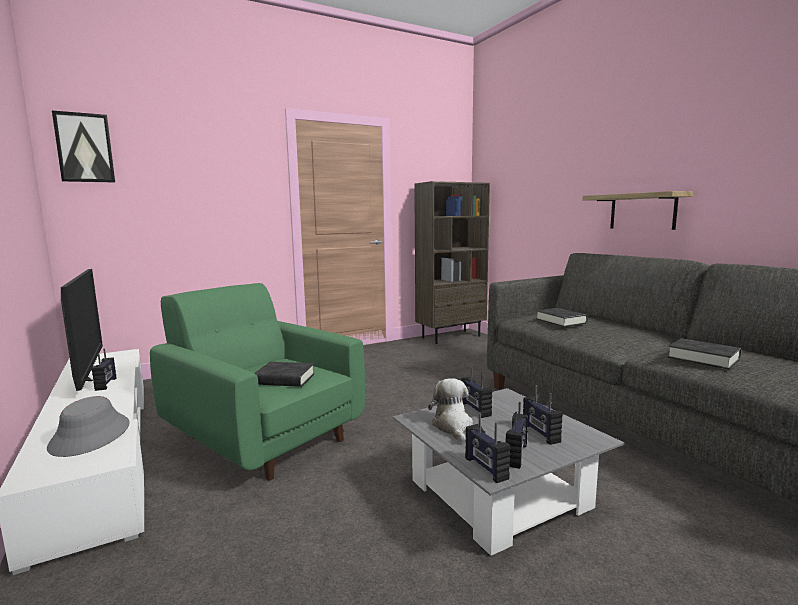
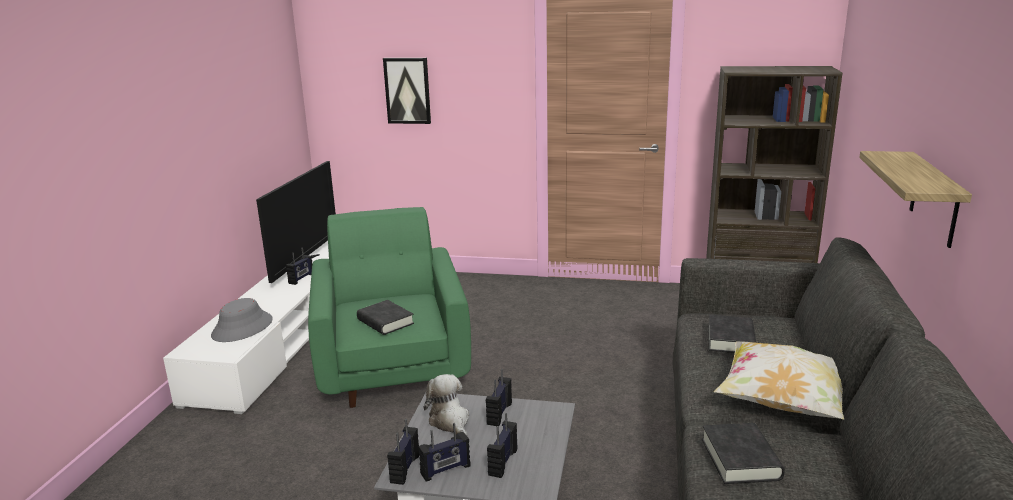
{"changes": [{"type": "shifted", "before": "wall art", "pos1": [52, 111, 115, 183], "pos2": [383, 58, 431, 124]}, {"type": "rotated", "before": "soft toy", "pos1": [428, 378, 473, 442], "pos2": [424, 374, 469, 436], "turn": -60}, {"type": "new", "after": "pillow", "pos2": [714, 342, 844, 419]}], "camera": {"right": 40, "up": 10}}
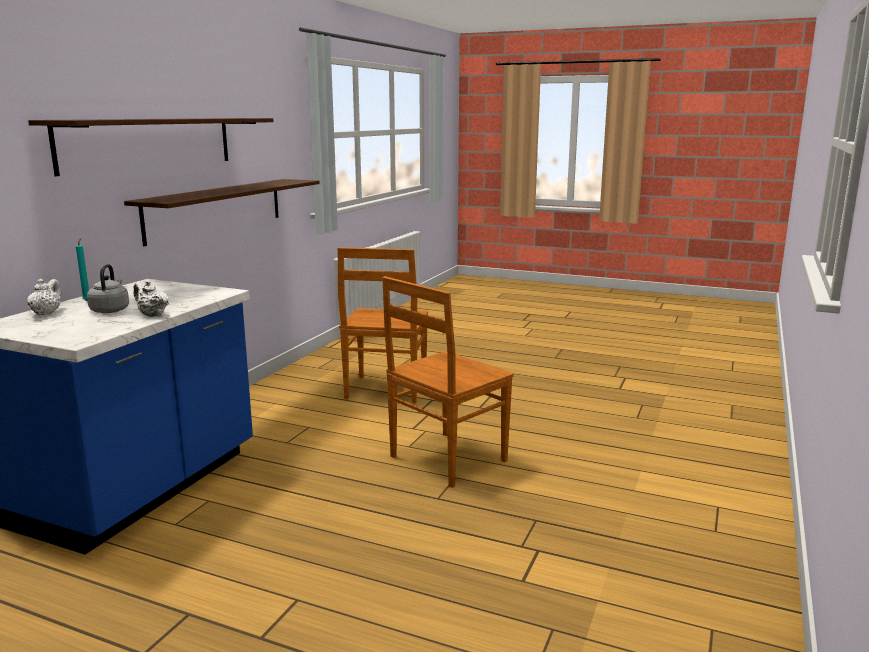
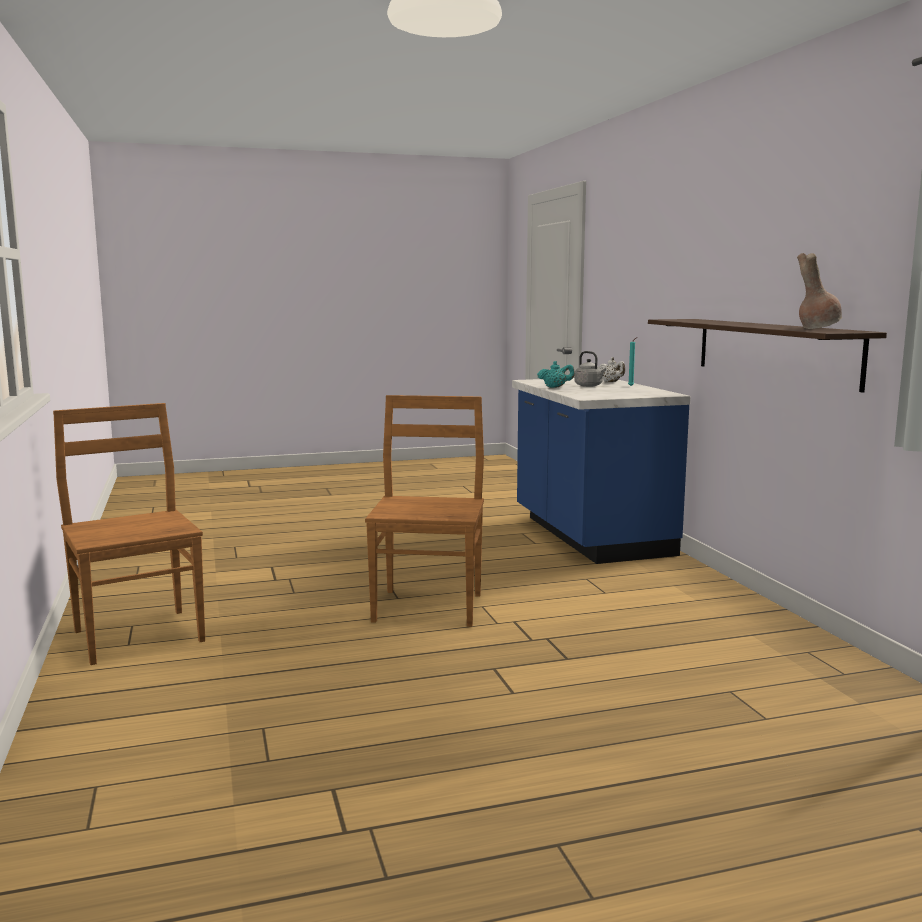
{"changes": [{"type": "shifted", "before": "upright chair (brown-coloured)", "pos1": [337, 247, 428, 403], "pos2": [53, 403, 205, 665]}, {"type": "repainted", "before": "teapot (white)", "after": "teapot (turquoise)", "pos1": [134, 280, 169, 317], "pos2": [537, 361, 575, 388]}, {"type": "new", "after": "decorative vase (brown-coloured)", "pos2": [797, 253, 842, 329]}, {"type": "gone", "before": "wall shelf", "pos1": [28, 118, 273, 176]}], "camera": {"right": 140, "up": -5}}
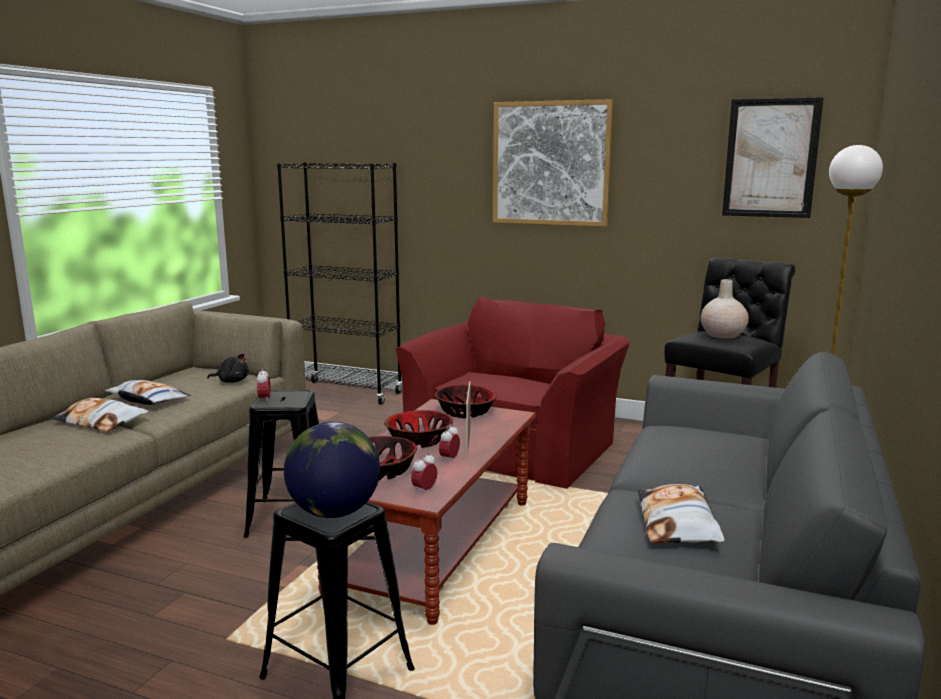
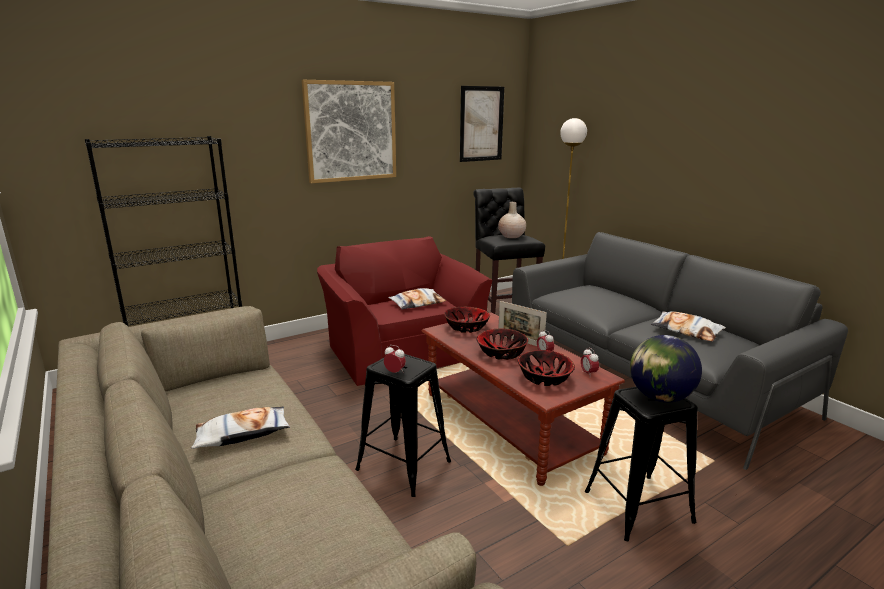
{"changes": [{"type": "shifted", "before": "pillow", "pos1": [50, 398, 148, 431], "pos2": [388, 288, 446, 310]}, {"type": "gone", "before": "soft toy (black)", "pos1": [207, 354, 249, 383]}], "camera": {"right": -55, "up": 5}}
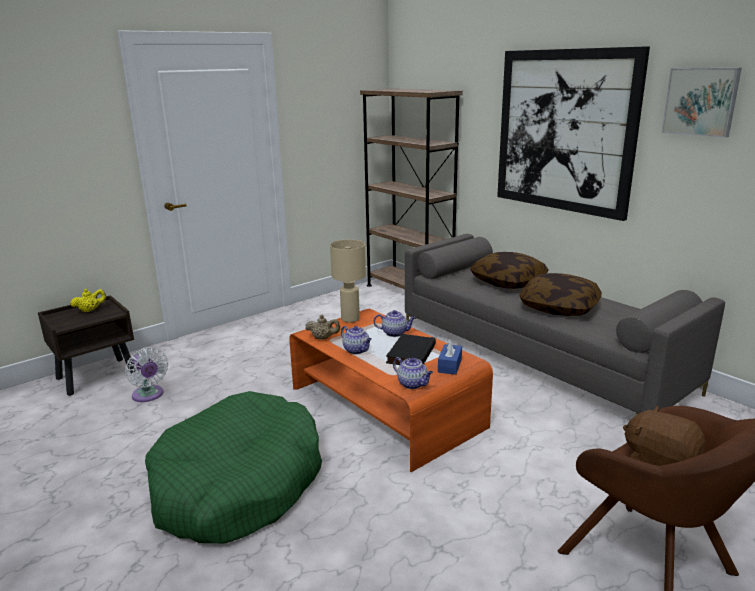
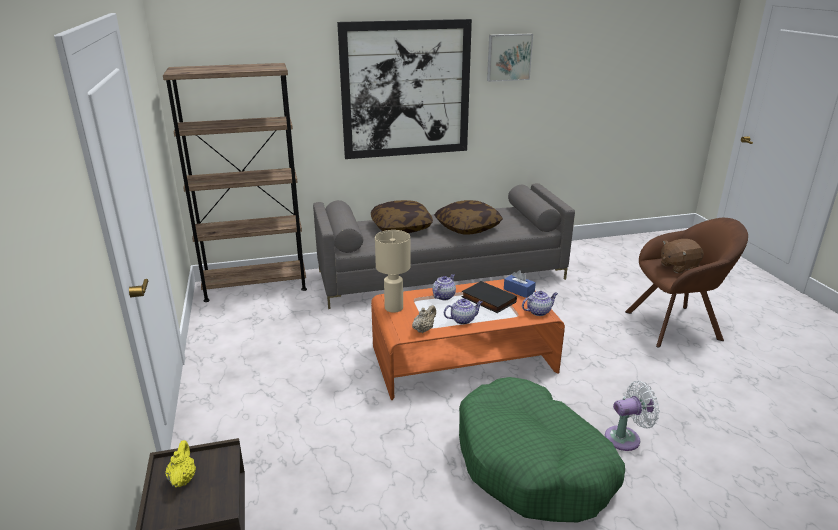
{"changes": [{"type": "shifted", "before": "cooling fan (white)", "pos1": [125, 347, 168, 402], "pos2": [605, 381, 660, 451]}], "camera": {"right": -65, "up": 5}}
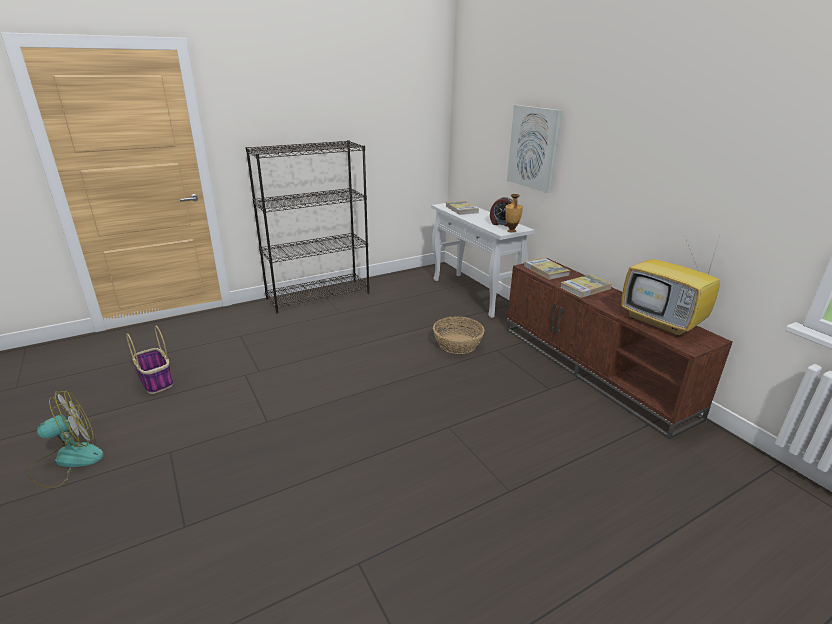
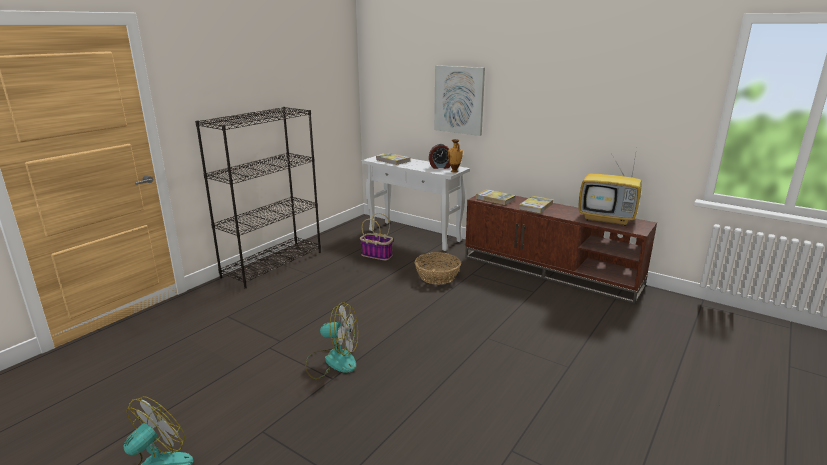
{"changes": [{"type": "new", "after": "cooling fan", "pos2": [305, 302, 358, 379]}, {"type": "shifted", "before": "basket", "pos1": [126, 326, 173, 394], "pos2": [360, 213, 393, 260]}], "camera": {"right": -25, "up": -5}}
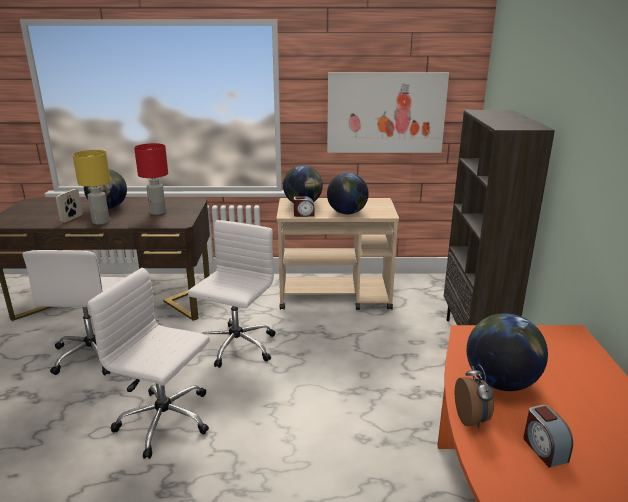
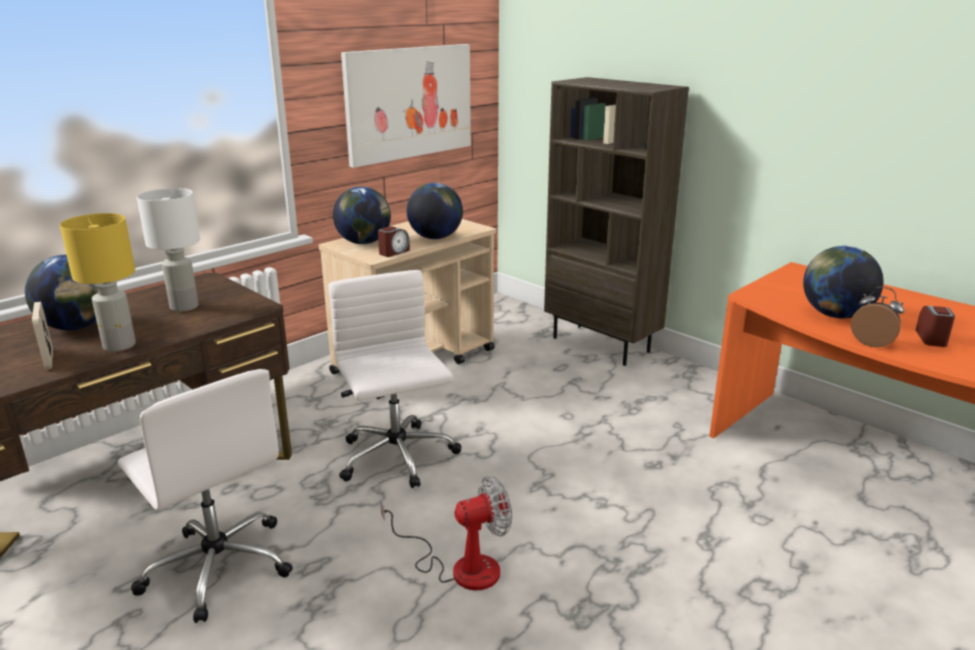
{"changes": [{"type": "repainted", "before": "tabletop lamp (reddish)", "after": "tabletop lamp (white)", "pos1": [134, 143, 168, 215], "pos2": [137, 188, 200, 312]}, {"type": "swapped", "before": "desk chair (white)", "after": "cooling fan", "pos1": [88, 268, 210, 459], "pos2": [380, 476, 512, 590]}, {"type": "rotated", "before": "table clock", "pos1": [523, 405, 573, 468], "pos2": [916, 306, 955, 347], "turn": -105}], "camera": {"right": -45, "up": 0}}
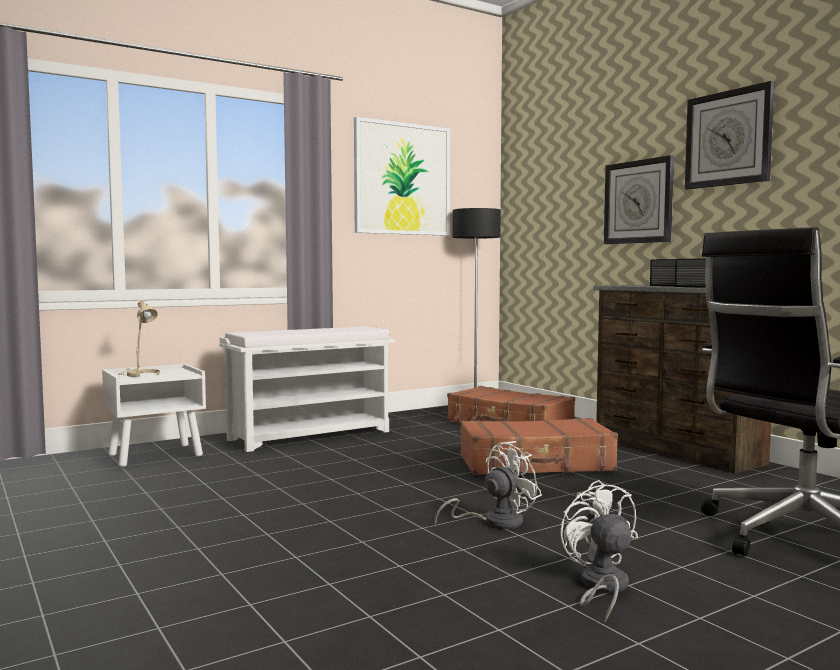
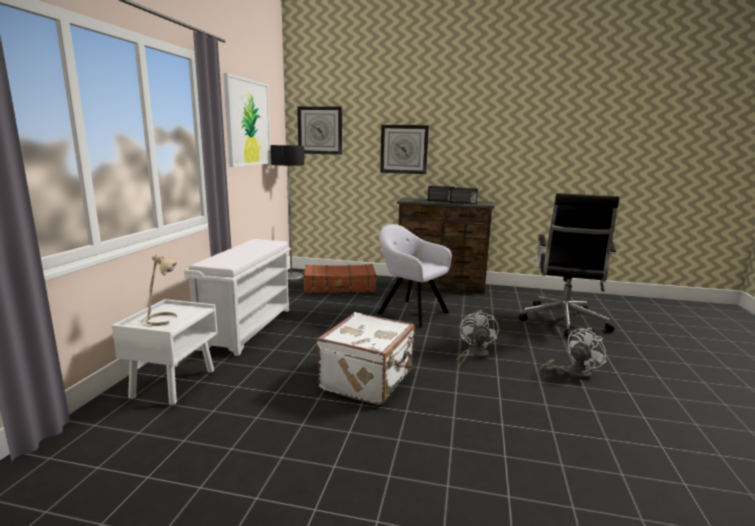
{"changes": [{"type": "shifted", "before": "clock on the wall", "pos1": [685, 81, 774, 189], "pos2": [297, 106, 342, 155]}, {"type": "new", "after": "suitcase (white)", "pos2": [317, 312, 415, 405]}, {"type": "swapped", "before": "suitcase (brown-coloured)", "after": "easy chair (grey)", "pos1": [460, 418, 618, 475], "pos2": [377, 224, 452, 327]}, {"type": "rotated", "before": "cooling fan (white)", "pos1": [560, 480, 638, 622], "pos2": [538, 328, 606, 379], "turn": 120}], "camera": {"right": -45, "up": 10}}
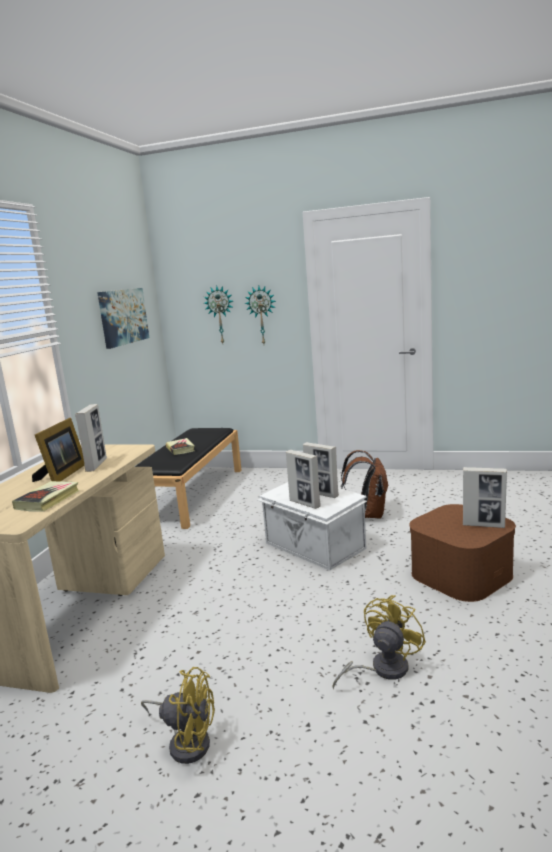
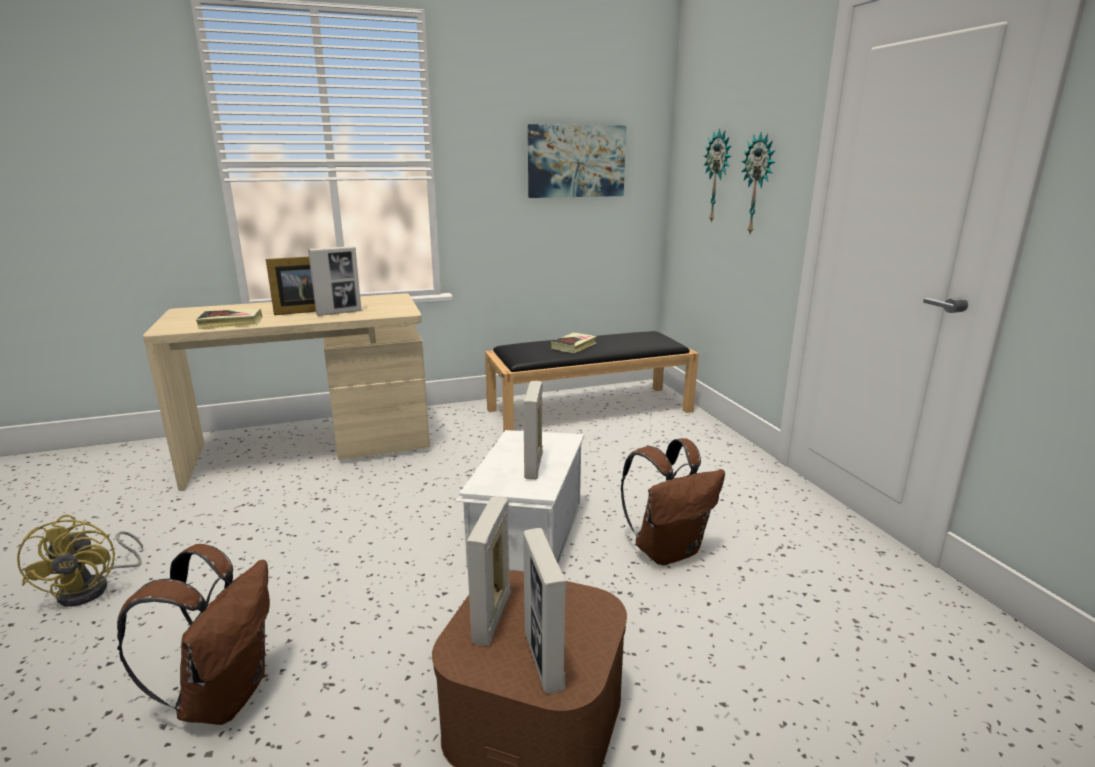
{"changes": [{"type": "swapped", "before": "cooling fan (yellow)", "after": "backpack (brown-coloured)", "pos1": [332, 595, 426, 689], "pos2": [117, 544, 270, 725]}, {"type": "shifted", "before": "photo frame", "pos1": [286, 450, 321, 509], "pos2": [466, 496, 511, 646]}], "camera": {"right": 55, "up": 5}}
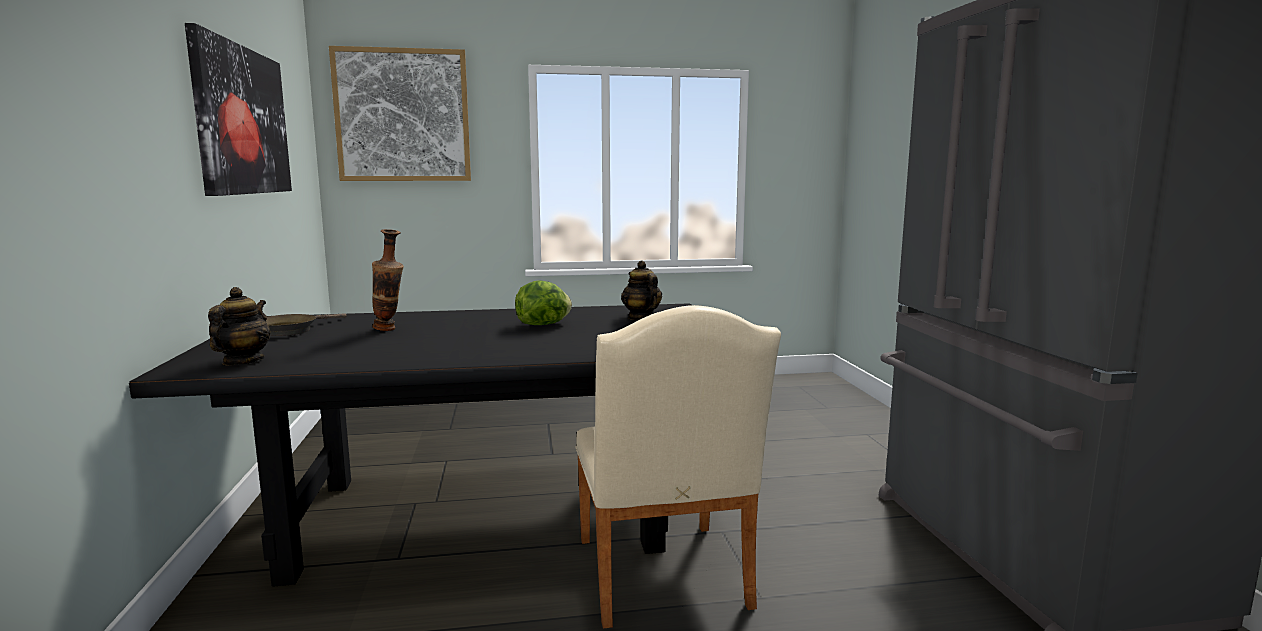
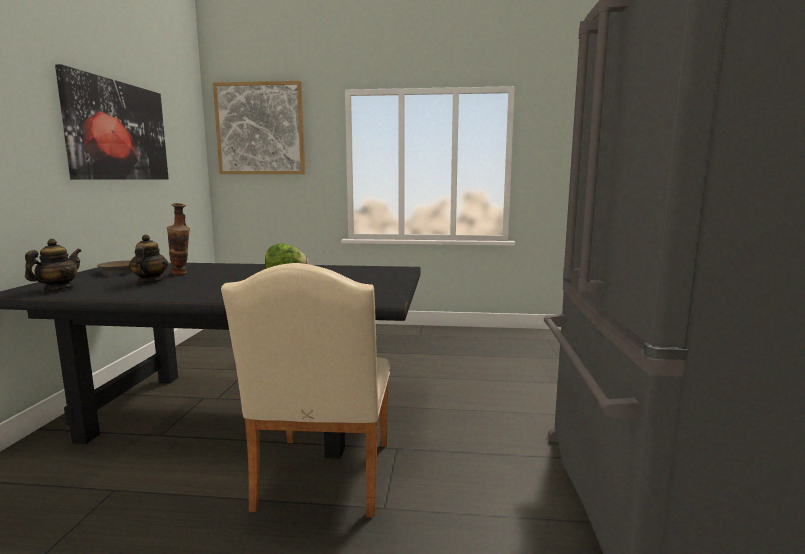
{"changes": [{"type": "shifted", "before": "teapot", "pos1": [621, 260, 662, 320], "pos2": [129, 234, 168, 284]}], "camera": {"right": 15, "up": 0}}
